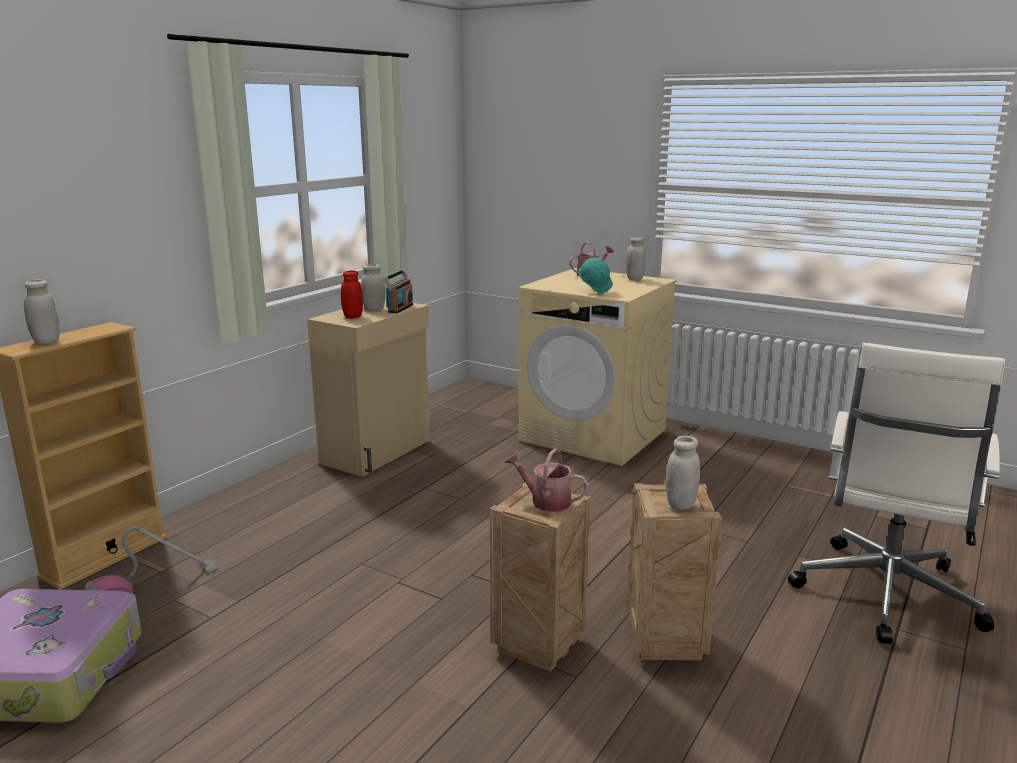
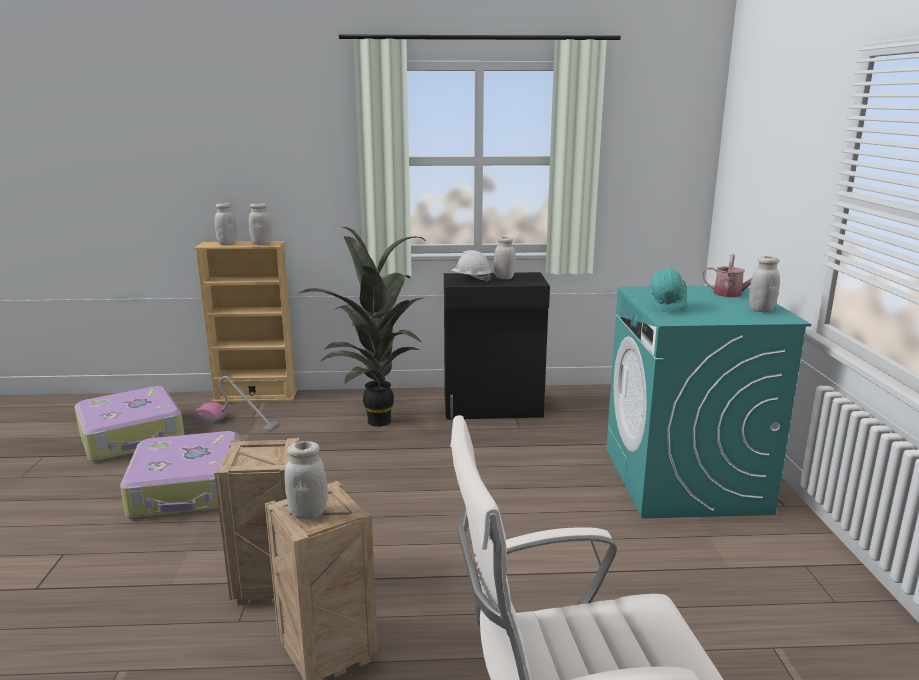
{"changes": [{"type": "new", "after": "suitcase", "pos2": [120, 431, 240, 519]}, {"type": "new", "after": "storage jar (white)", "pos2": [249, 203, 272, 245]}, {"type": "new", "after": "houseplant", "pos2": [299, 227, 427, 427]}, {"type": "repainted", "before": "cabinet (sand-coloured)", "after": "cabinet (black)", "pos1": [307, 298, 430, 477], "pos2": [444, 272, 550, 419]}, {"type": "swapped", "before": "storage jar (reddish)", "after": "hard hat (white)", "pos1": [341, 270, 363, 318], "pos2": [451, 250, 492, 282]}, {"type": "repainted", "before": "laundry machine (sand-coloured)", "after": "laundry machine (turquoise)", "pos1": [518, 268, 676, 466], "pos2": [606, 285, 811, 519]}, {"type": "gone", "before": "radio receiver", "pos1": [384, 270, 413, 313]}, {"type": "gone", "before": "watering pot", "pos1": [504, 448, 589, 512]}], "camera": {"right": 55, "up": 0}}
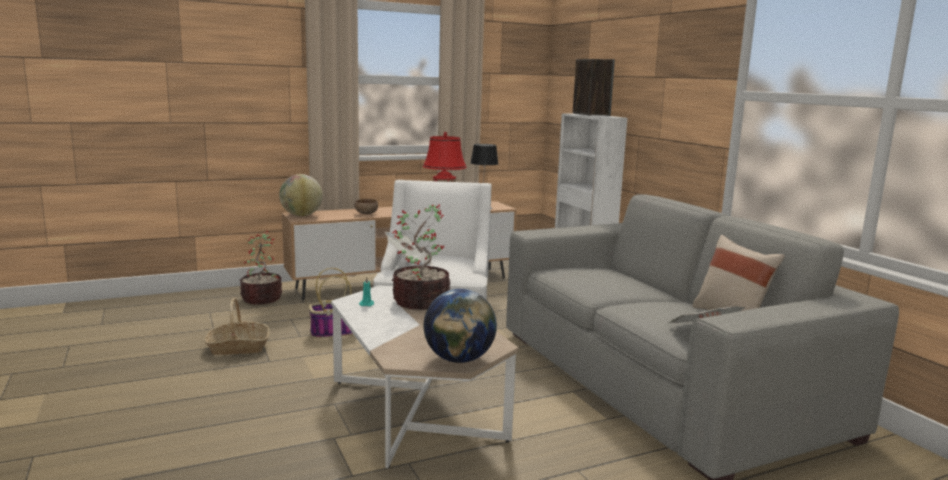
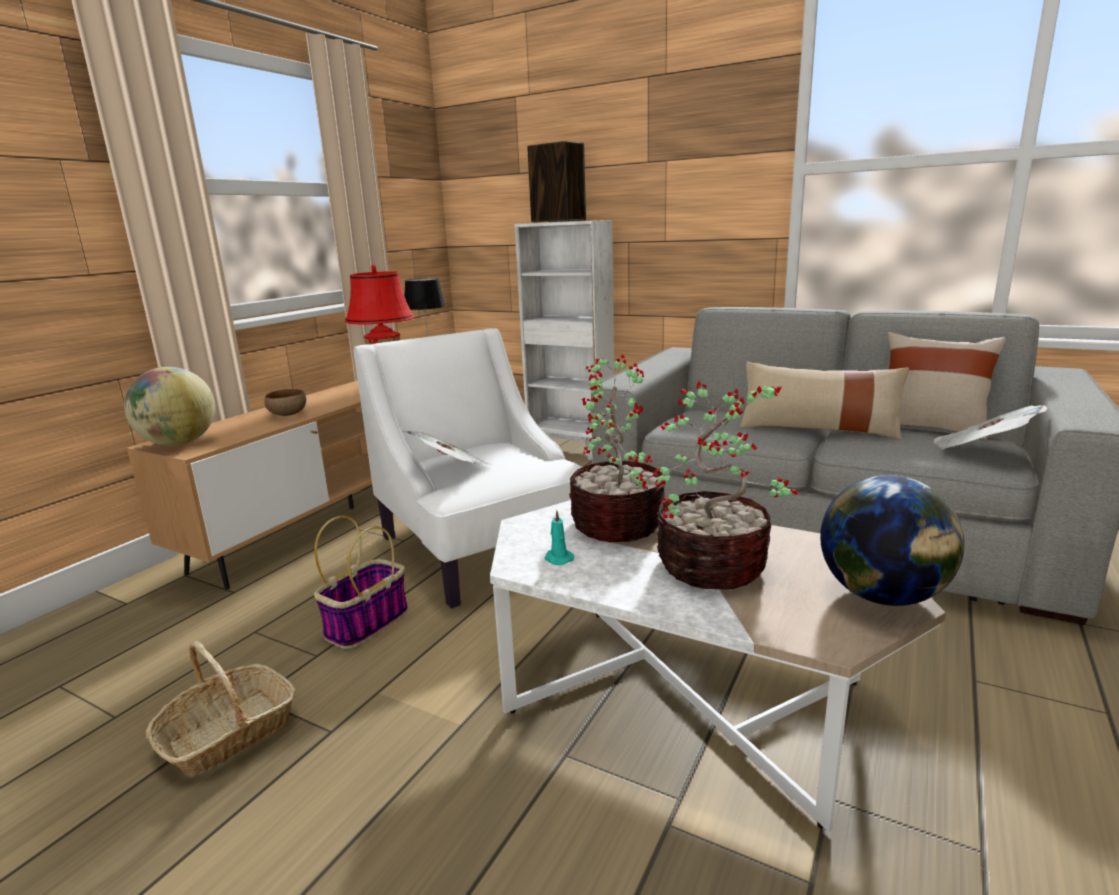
{"changes": [{"type": "shifted", "before": "houseplant", "pos1": [240, 231, 282, 304], "pos2": [653, 381, 799, 590]}, {"type": "new", "after": "pillow (sand-coloured)", "pos2": [740, 362, 909, 439]}], "camera": {"right": -35, "up": 5}}
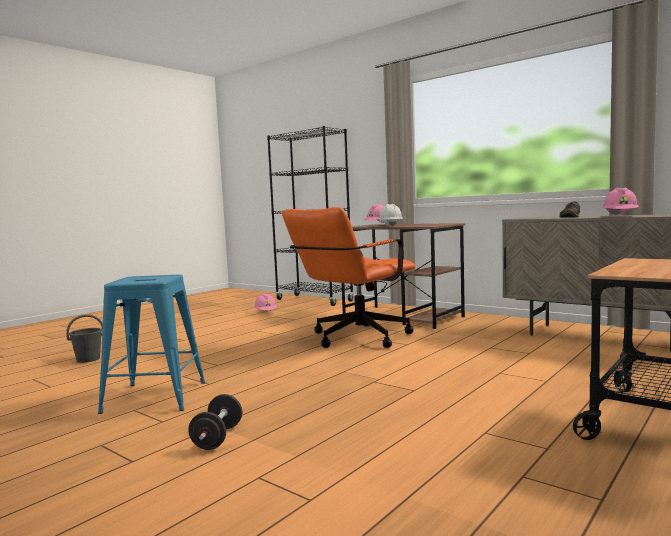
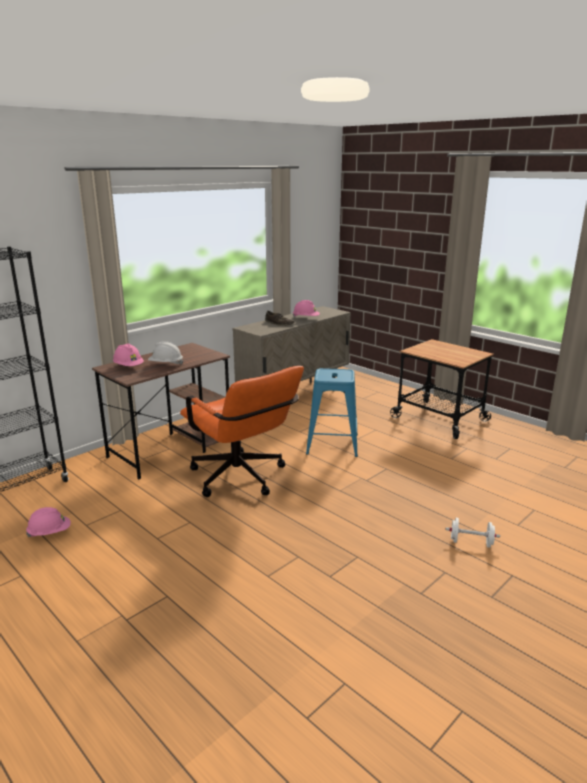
{"changes": [{"type": "shifted", "before": "sitting stool (blue)", "pos1": [98, 275, 205, 414], "pos2": [306, 368, 358, 457]}, {"type": "repainted", "before": "free weight (black)", "after": "free weight (white)", "pos1": [188, 394, 242, 450], "pos2": [446, 518, 500, 548]}, {"type": "gone", "before": "water bucket (grey)", "pos1": [66, 314, 103, 363]}], "camera": {"right": -85, "up": 15}}
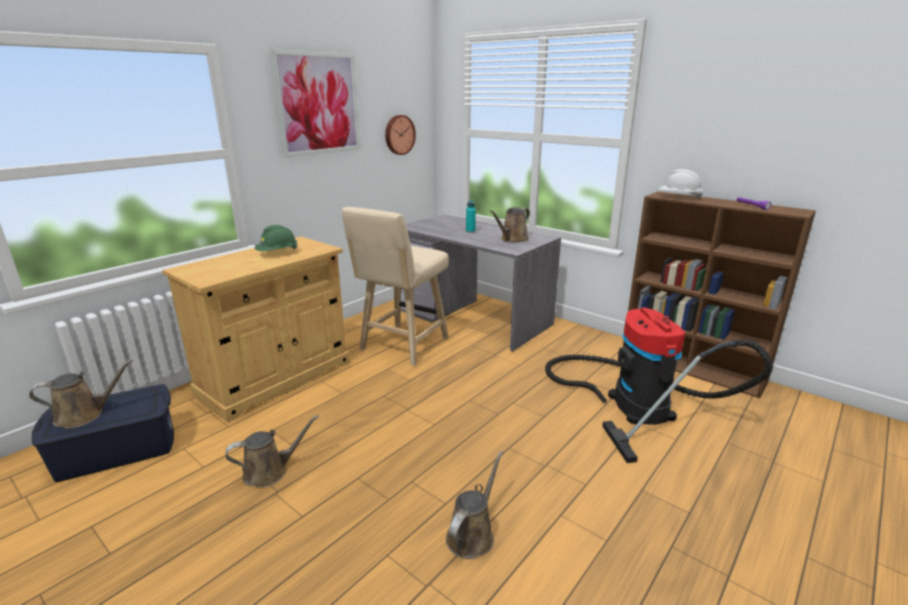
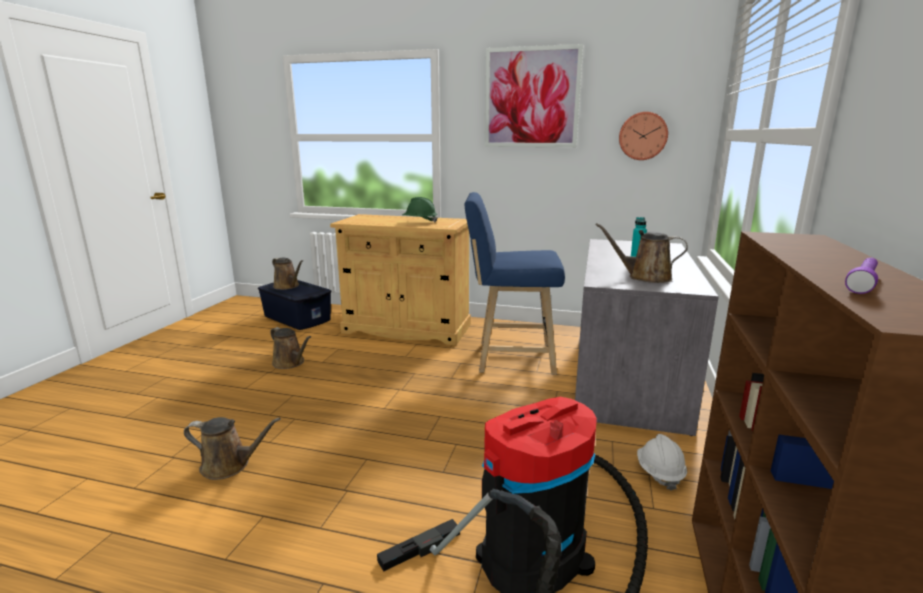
{"changes": [{"type": "repainted", "before": "sitting stool (sand-coloured)", "after": "sitting stool (blue)", "pos1": [342, 207, 449, 365], "pos2": [465, 192, 565, 375]}, {"type": "shifted", "before": "hard hat (white)", "pos1": [659, 169, 703, 199], "pos2": [637, 434, 687, 491]}], "camera": {"right": 65, "up": -5}}
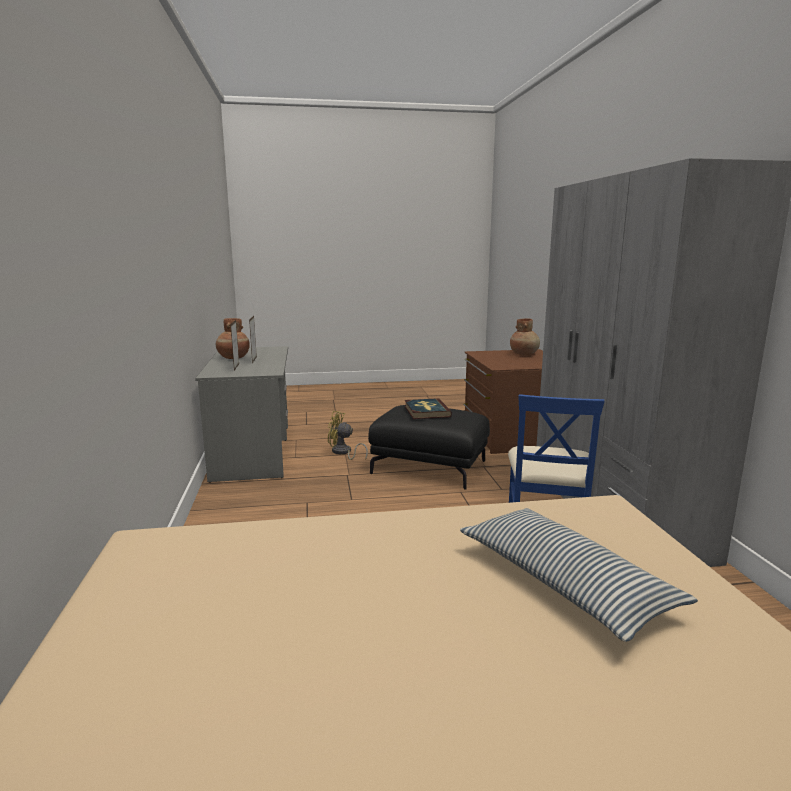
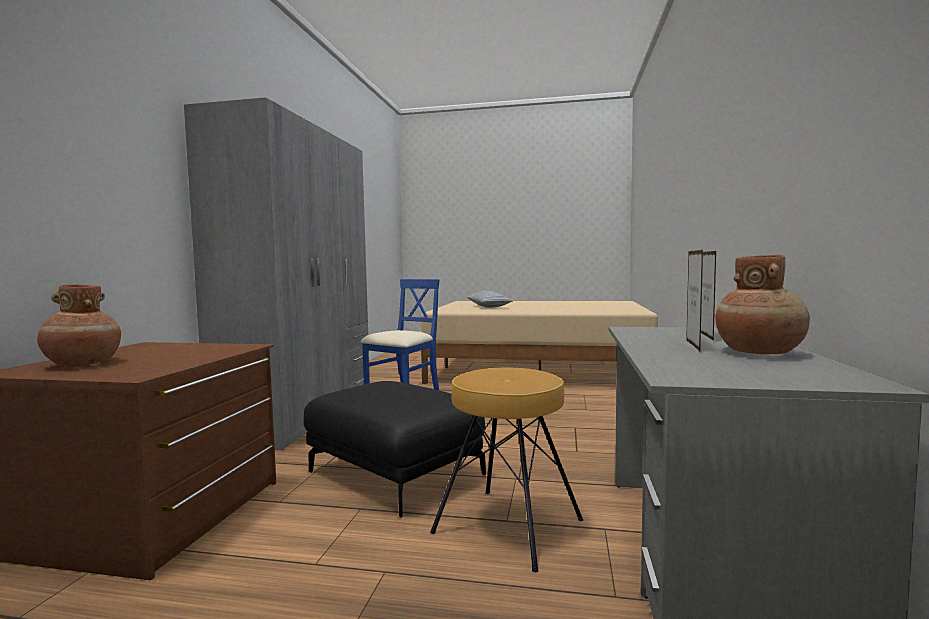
{"changes": [{"type": "swapped", "before": "cooling fan (yellow)", "after": "sitting stool (brown-coloured)", "pos1": [328, 411, 368, 460], "pos2": [430, 368, 583, 572]}, {"type": "gone", "before": "book", "pos1": [405, 398, 452, 419]}], "camera": {"right": -160, "up": -10}}
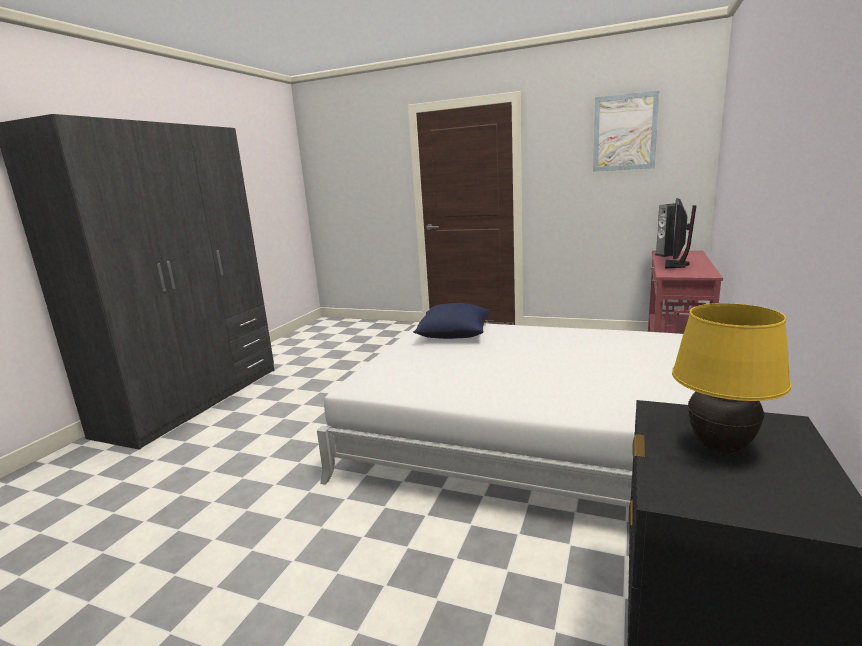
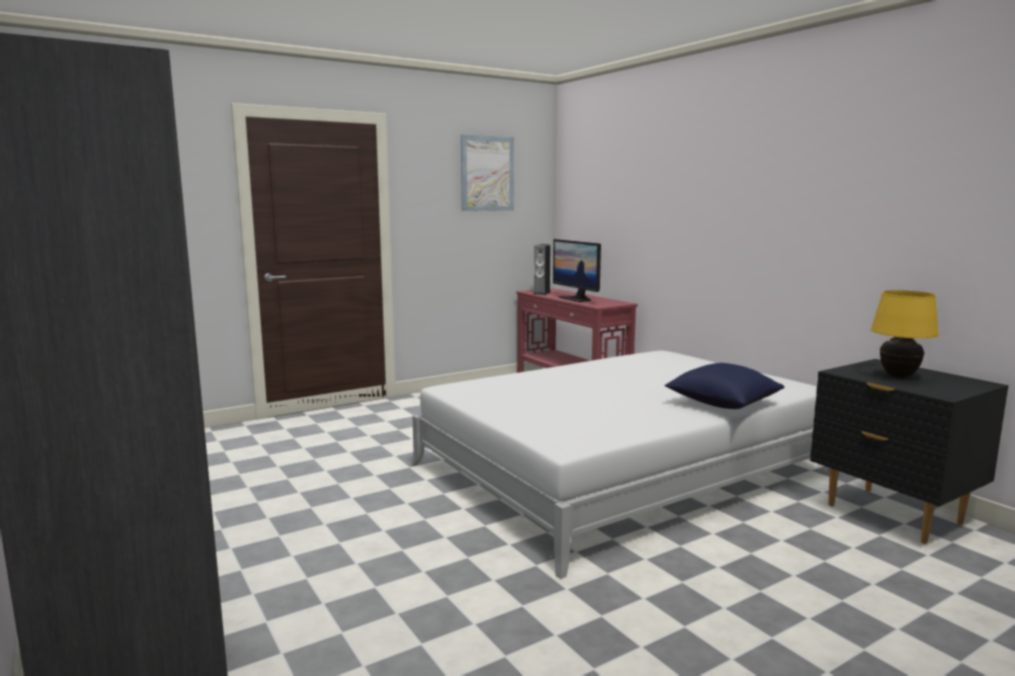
{"changes": [{"type": "shifted", "before": "pillow (blue)", "pos1": [413, 303, 490, 339], "pos2": [665, 363, 785, 409]}], "camera": {"right": -55, "up": -5}}
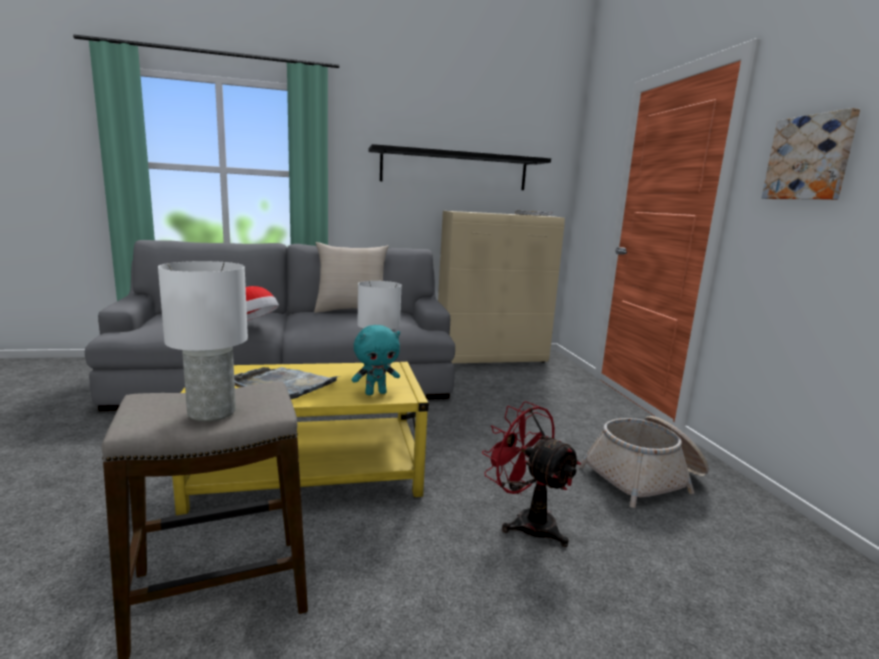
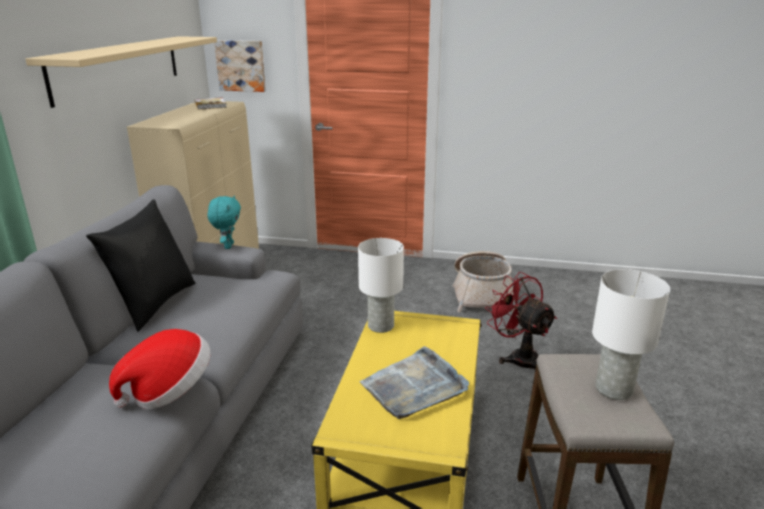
{"changes": [{"type": "repainted", "before": "wall shelf (black)", "after": "wall shelf (sand-coloured)", "pos1": [369, 144, 551, 190], "pos2": [26, 36, 217, 108]}, {"type": "repainted", "before": "pillow (sand-coloured)", "after": "pillow (black)", "pos1": [314, 242, 389, 313], "pos2": [86, 200, 195, 332]}, {"type": "shifted", "before": "soft toy (turquoise)", "pos1": [352, 325, 400, 395], "pos2": [207, 196, 241, 249]}, {"type": "shifted", "before": "wall art", "pos1": [761, 108, 860, 200], "pos2": [214, 40, 266, 92]}, {"type": "rotated", "before": "cooling fan (reddish)", "pos1": [482, 401, 581, 547], "pos2": [485, 272, 557, 369], "turn": 75}], "camera": {"right": -65, "up": 10}}
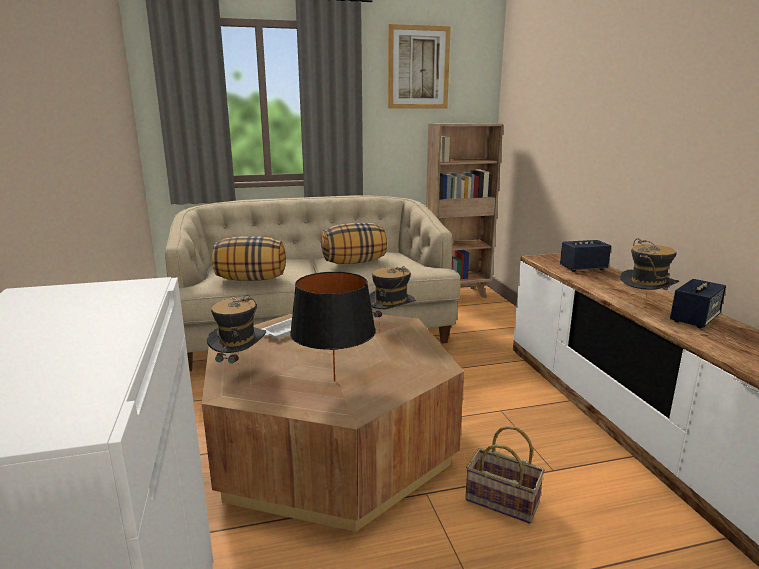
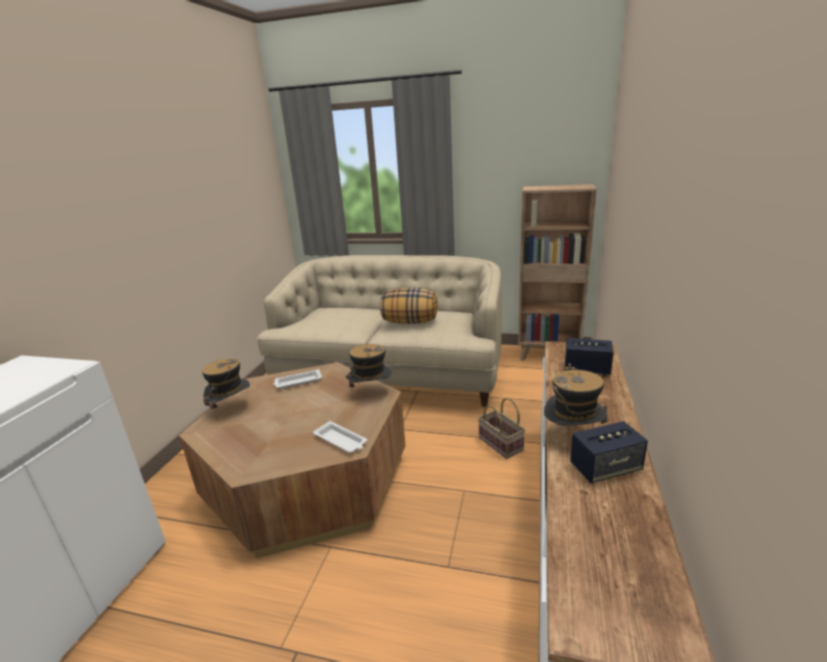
{"changes": [{"type": "new", "after": "carrying tray (white)", "pos2": [313, 421, 367, 453]}, {"type": "shifted", "before": "basket", "pos1": [465, 426, 545, 524], "pos2": [478, 398, 525, 459]}, {"type": "gone", "before": "pillow", "pos1": [212, 236, 286, 281]}, {"type": "gone", "before": "tabletop lamp (black)", "pos1": [290, 272, 376, 382]}, {"type": "gone", "before": "wall art", "pos1": [388, 24, 451, 109]}], "camera": {"right": 30, "up": 5}}
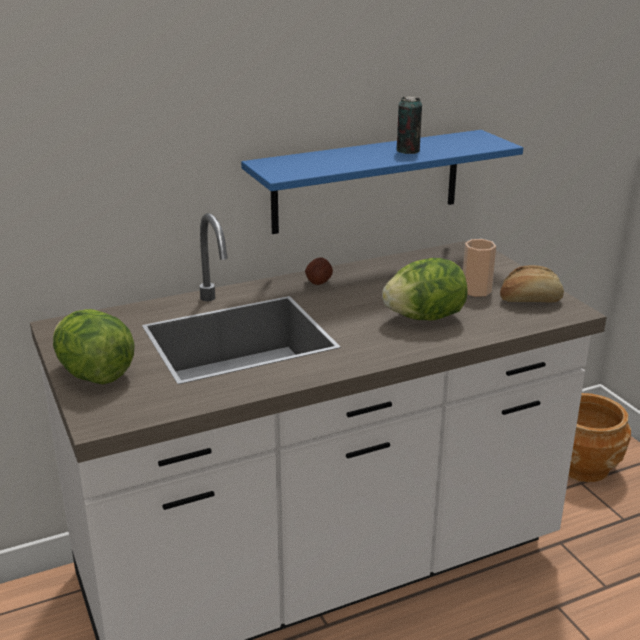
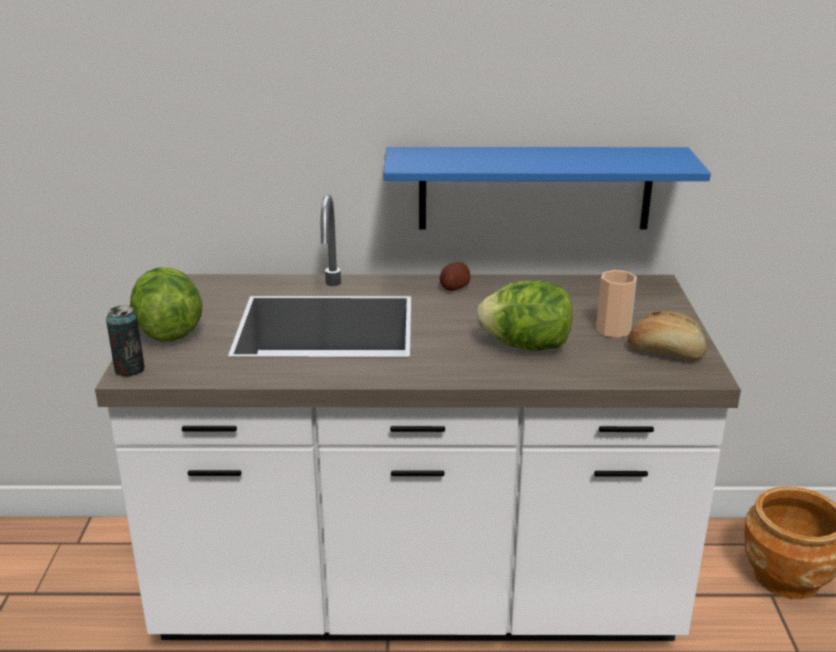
{"changes": [{"type": "shifted", "before": "can", "pos1": [397, 96, 422, 154], "pos2": [106, 305, 145, 377]}], "camera": {"right": 25, "up": 0}}
